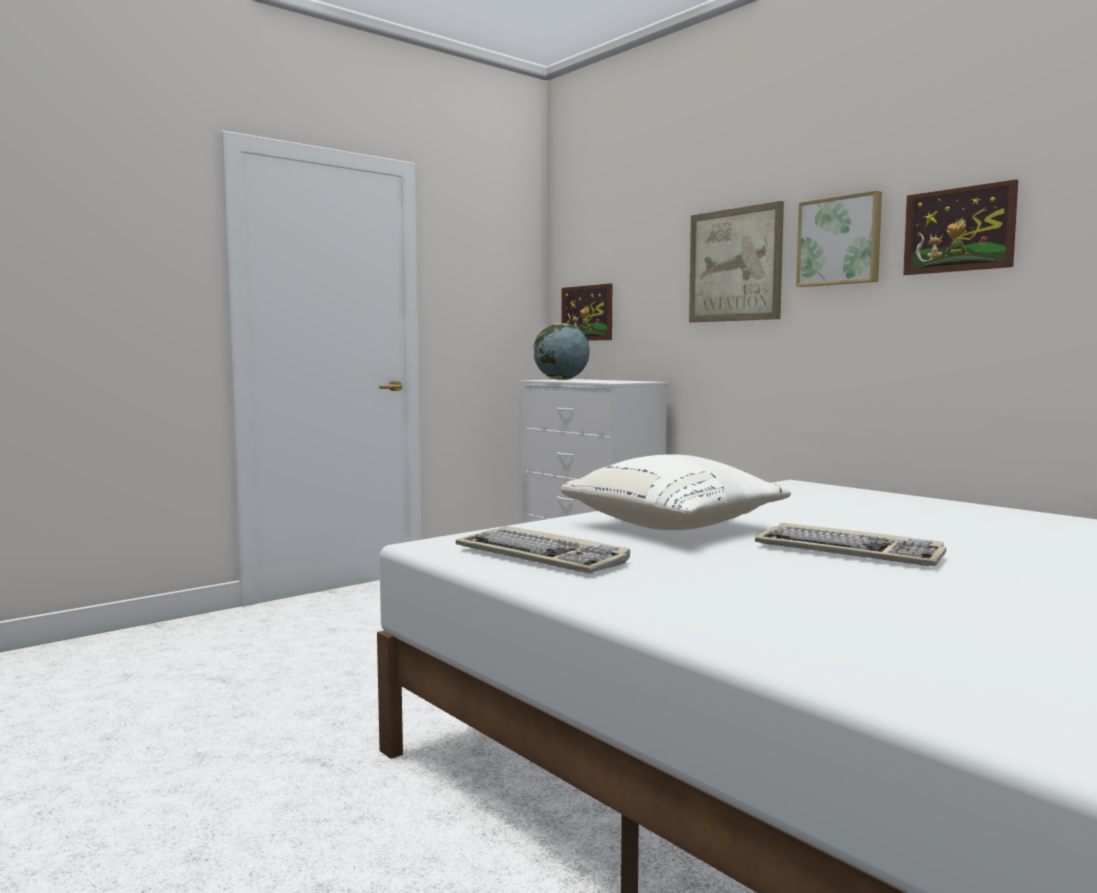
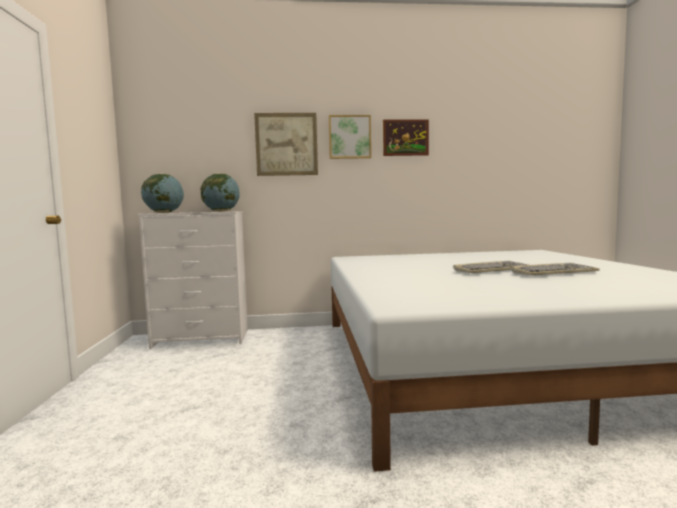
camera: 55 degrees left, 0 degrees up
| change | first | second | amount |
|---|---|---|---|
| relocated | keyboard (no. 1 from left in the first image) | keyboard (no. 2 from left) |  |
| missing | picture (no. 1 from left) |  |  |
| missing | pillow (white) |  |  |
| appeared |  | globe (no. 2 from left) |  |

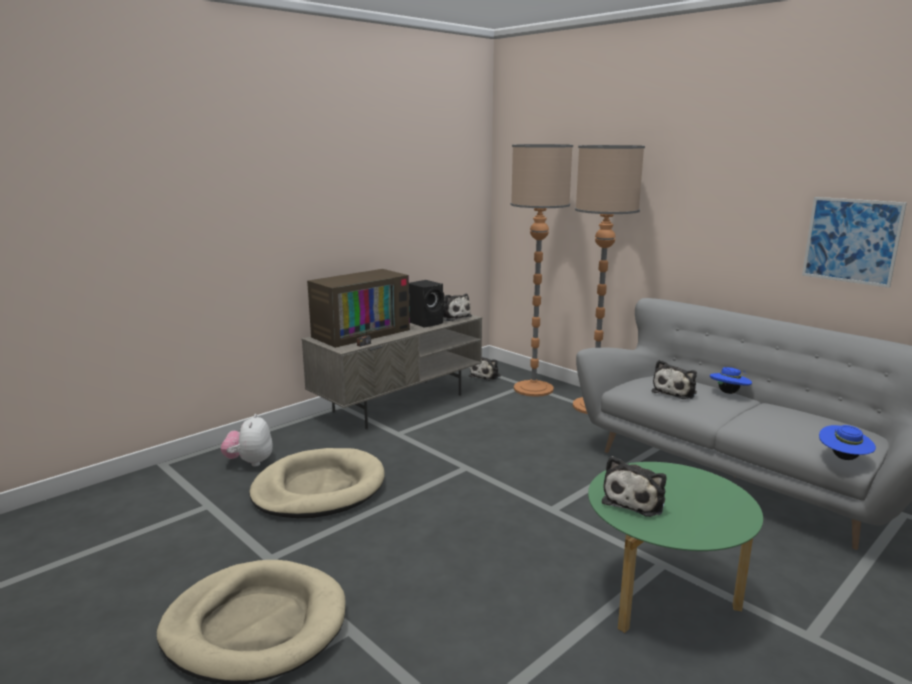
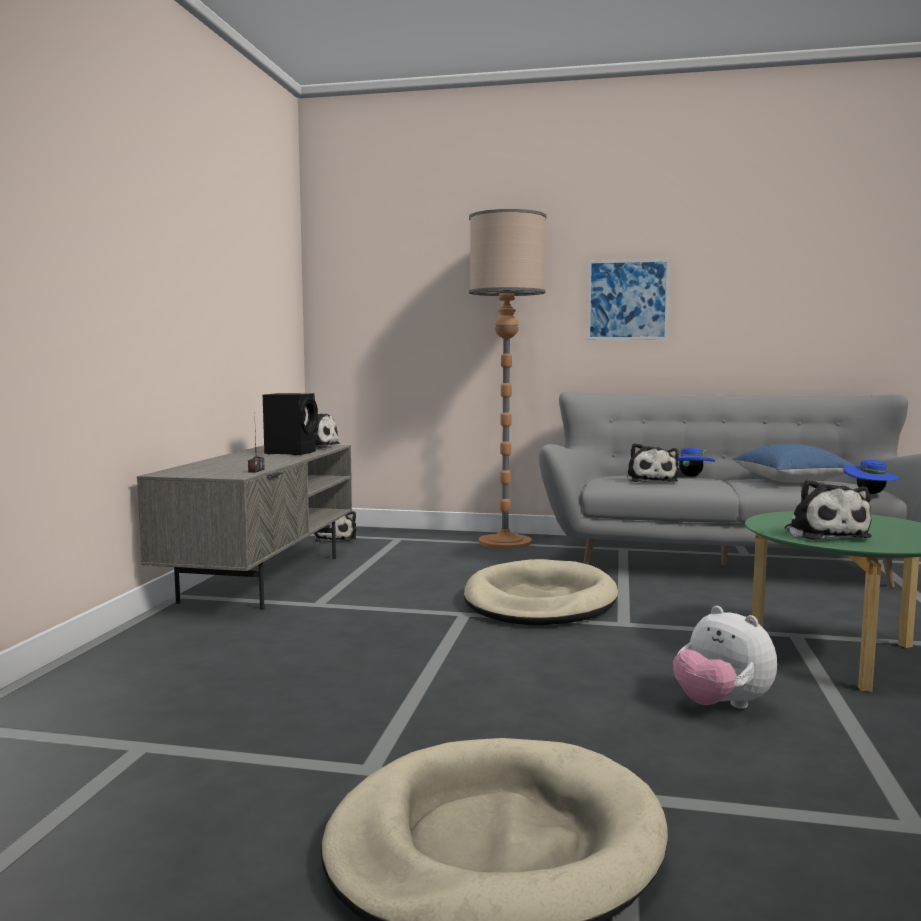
camera: 35 degrees left, 10 degrees down
| change | first | second | amount |
|---|---|---|---|
| relocated | plush toy (no. 1 from left in the first image) | plush toy (no. 4 from left) |  |
| relocated | dog bed (beige) (no. 2 from left) |  |  |
| missing | television |  |  |
| missing | floor lamp (no. 1 from left) |  |  |
| relocated | picture |  |  |
| appeared |  | pillow (blue) |  |

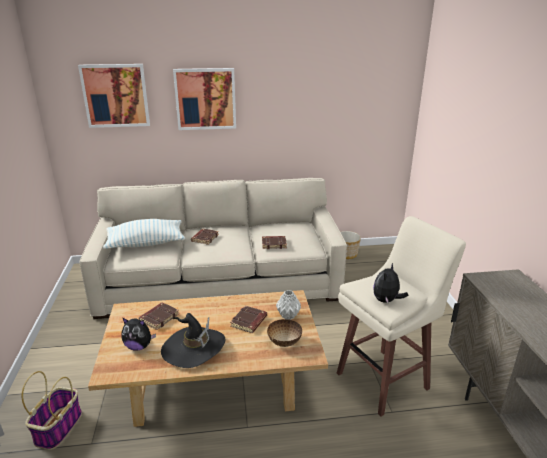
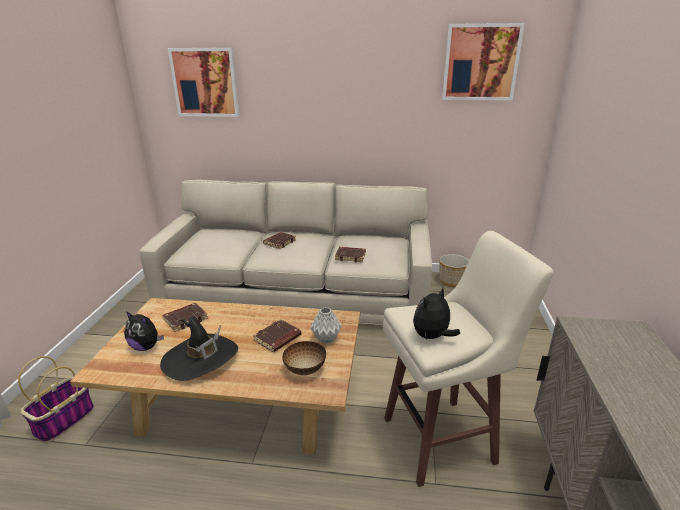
camera: 15 degrees right, 0 degrees up
| change | first | second | amount |
|---|---|---|---|
| missing | pillow |  |  |
| relocated | picture (no. 2 from left) |  |  |

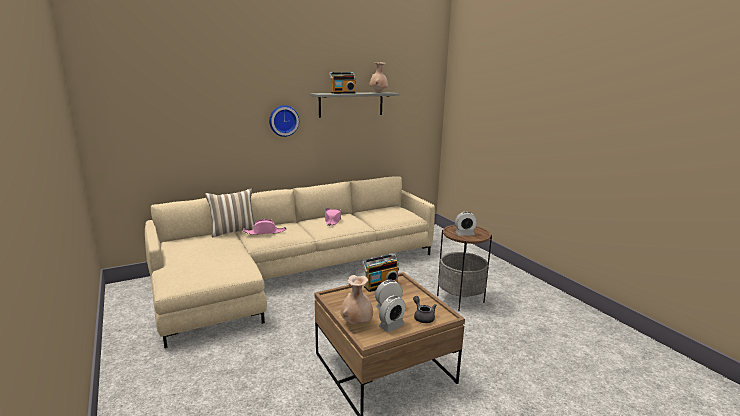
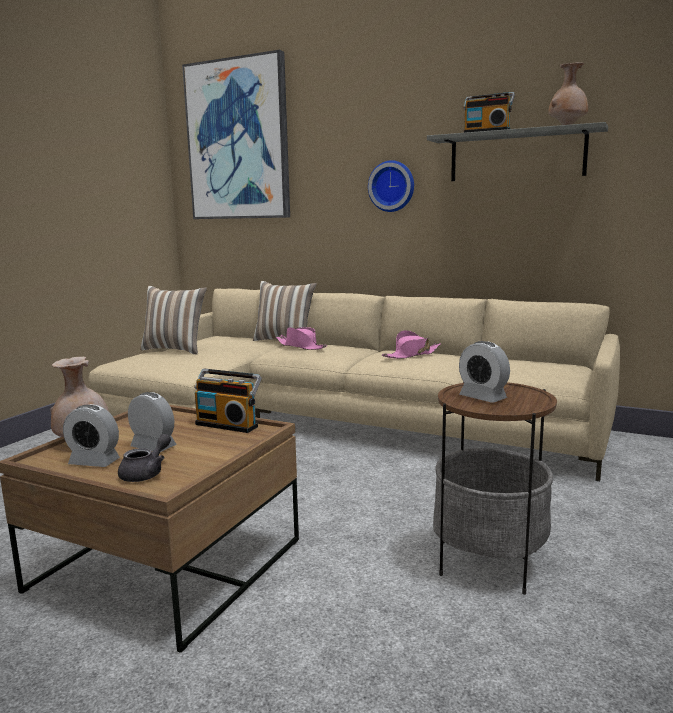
camera: 55 degrees right, 5 degrees down
| change | first | second | amount |
|---|---|---|---|
| appeared |  | pillow (no. 1 from left) |  |
| appeared |  | picture |  |

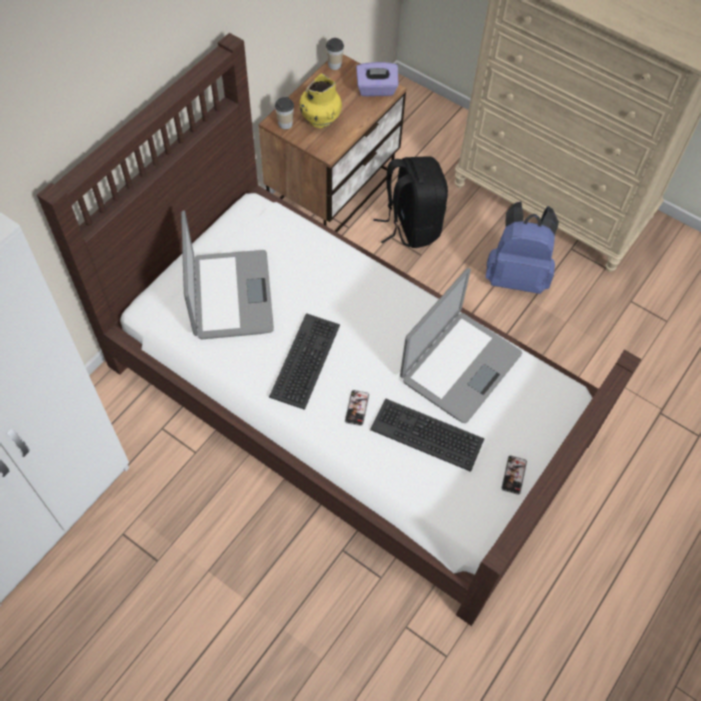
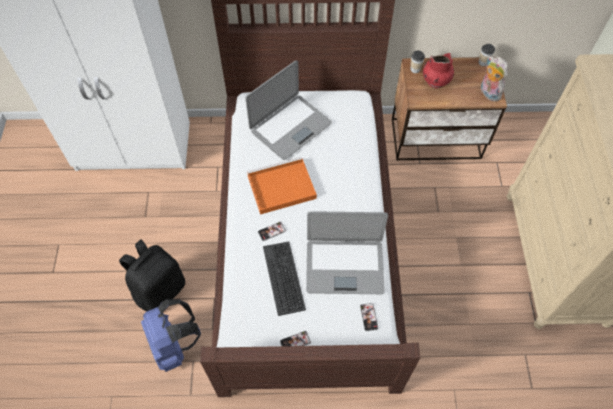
camera: 55 degrees right, 0 degrees up
| change | first | second | amount |
|---|---|---|---|
| exchanged | keyboard (no. 1 from left) | tray (orange) |  |
| colour | vase (yellow) | vase (red) |  |
| exchanged | tissue box (purple) | plush toy |  |
| relocated | backpack (black) |  |  |
| relocated | backpack (blue) |  |  |
| appeared |  | phone (no. 3 from left) |  |

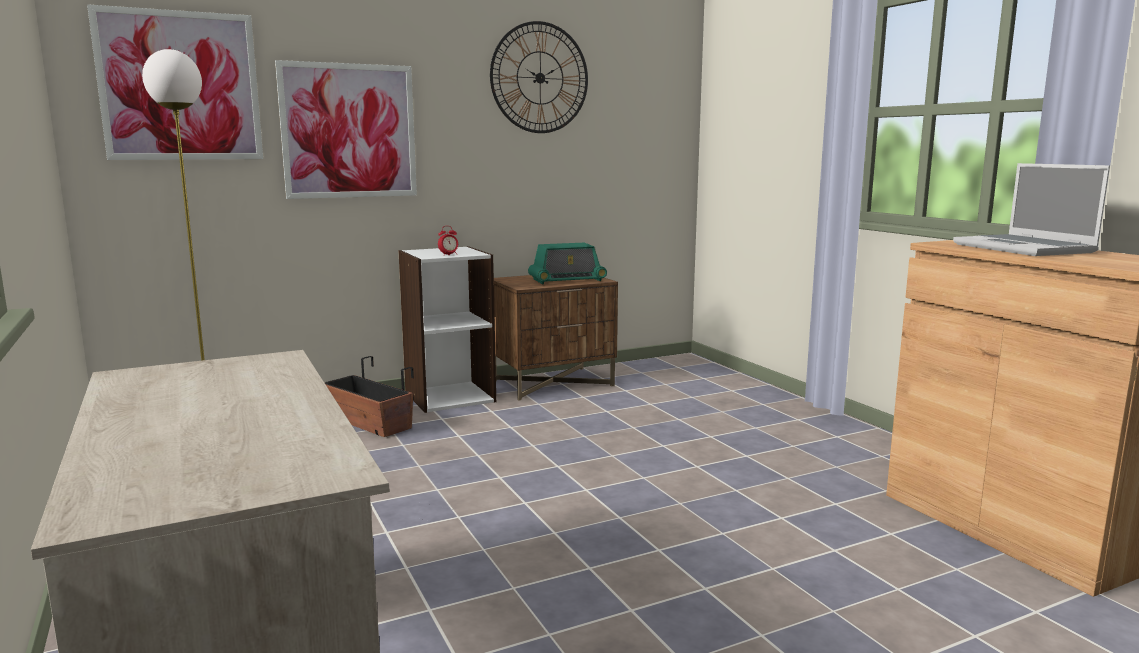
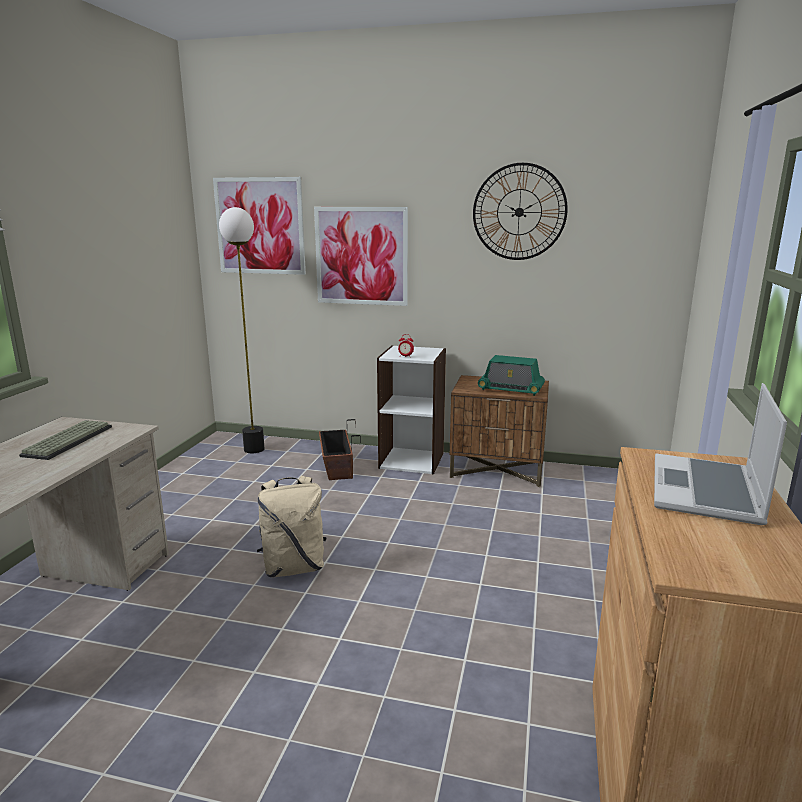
camera: 40 degrees right, 5 degrees up
| change | first | second | amount |
|---|---|---|---|
| appeared |  | keyboard |  |
| appeared |  | backpack (beige) |  |

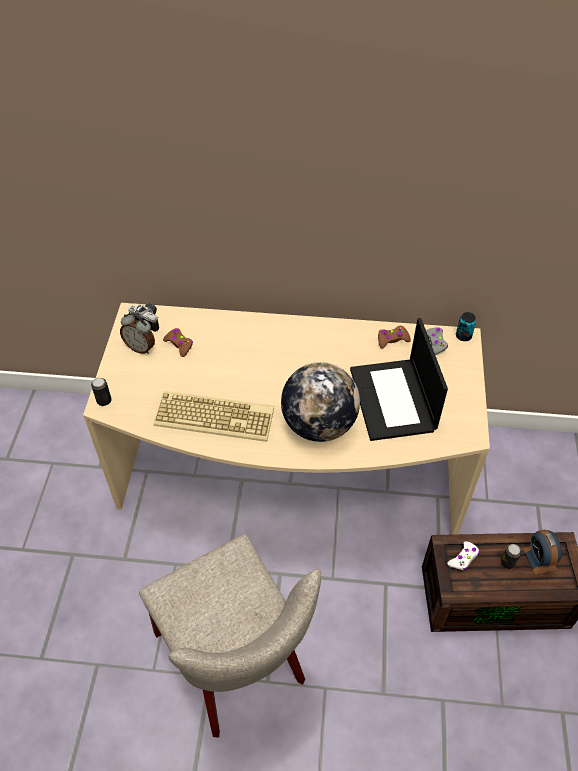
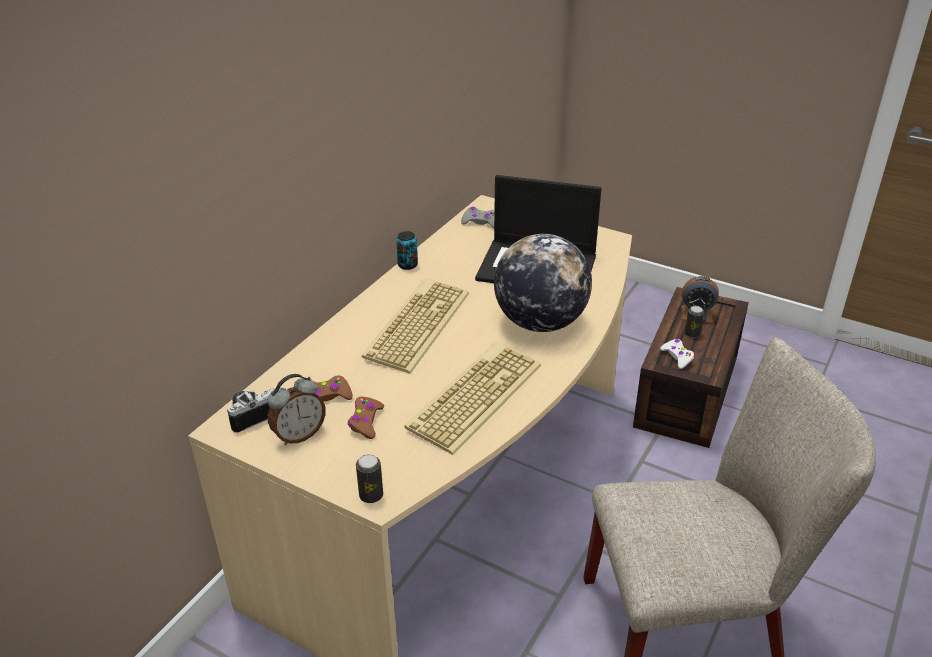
camera: 65 degrees left, 15 degrees down
| change | first | second | amount |
|---|---|---|---|
| relocated | game controller (brown) (no. 2 from left) |  |  |
| relocated | can (no. 2 from left) |  |  |
| appeared |  | keyboard (no. 1 from left) |  |

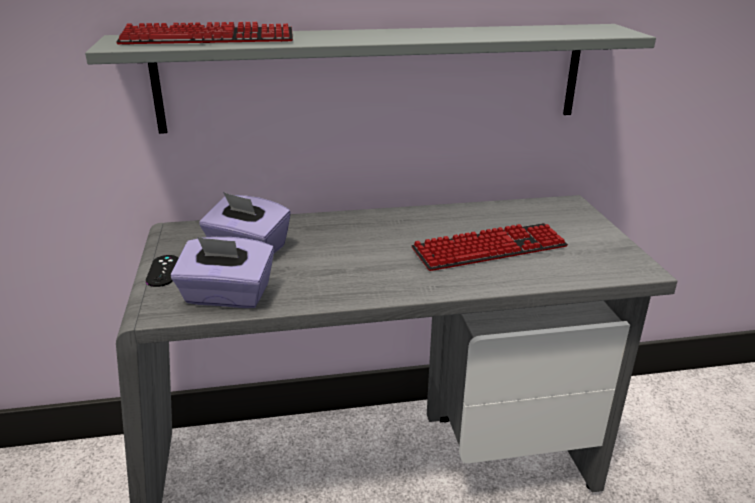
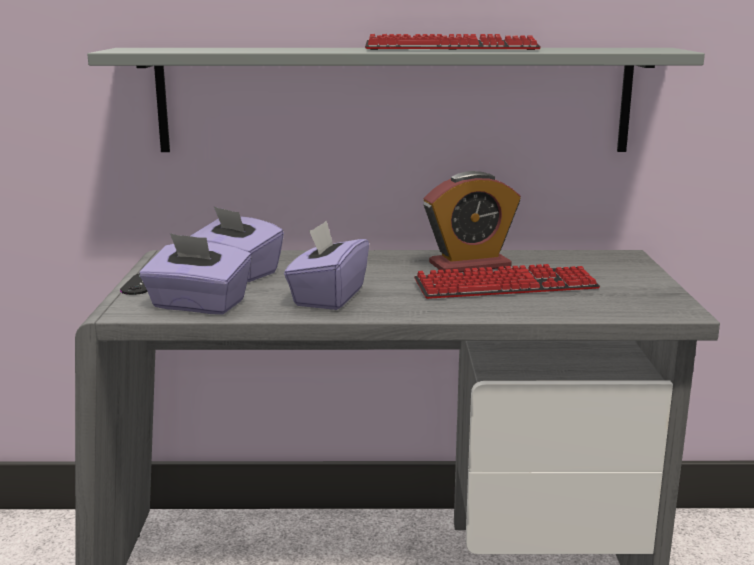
camera: 10 degrees right, 10 degrees down
| change | first | second | amount |
|---|---|---|---|
| relocated | keyboard (no. 1 from left) |  |  |
| appeared |  | tissue box (purple) (no. 3 from left) |  |
| appeared |  | alarm clock |  |

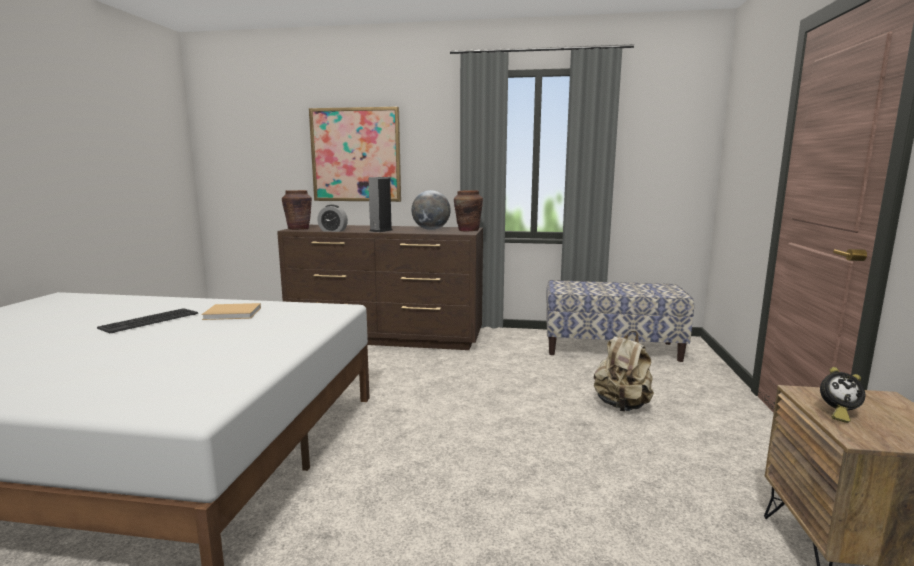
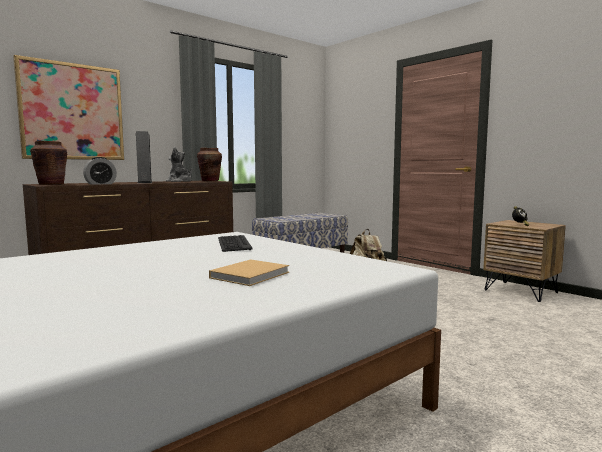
camera: 50 degrees left, 5 degrees down
| change | first | second | amount |
|---|---|---|---|
| relocated | keyboard |  |  |
| relocated | book (beige) |  |  |
| exchanged | globe | plush toy |  |

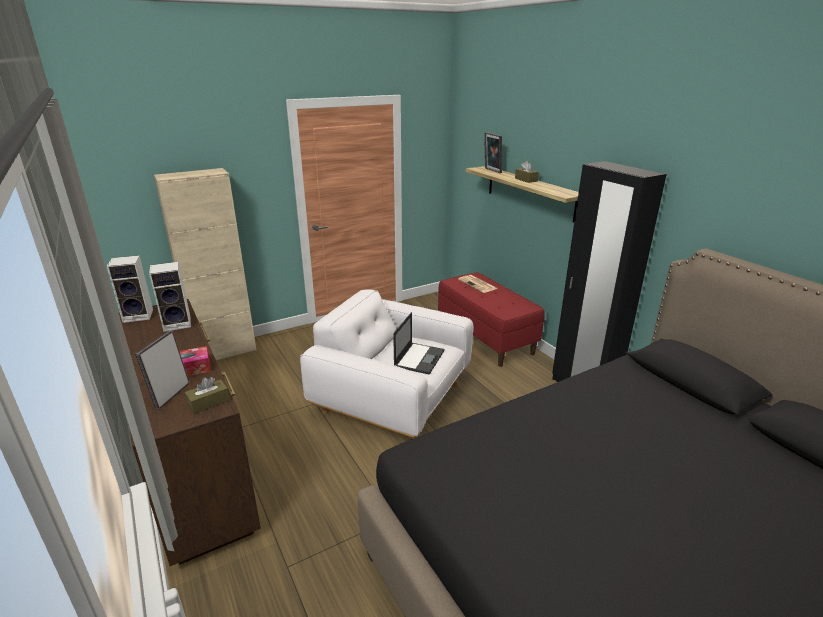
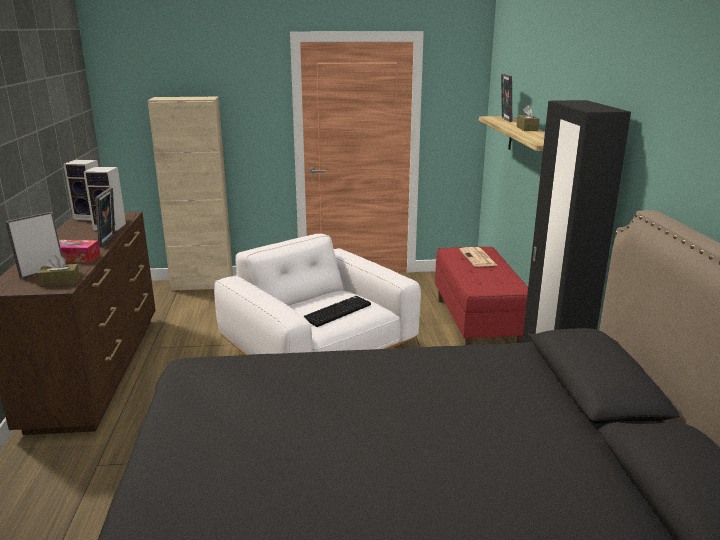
camera: 25 degrees right, 5 degrees down
| change | first | second | amount |
|---|---|---|---|
| exchanged | laptop | keyboard |  |
| appeared |  | picture frame (no. 2 from left) |  |

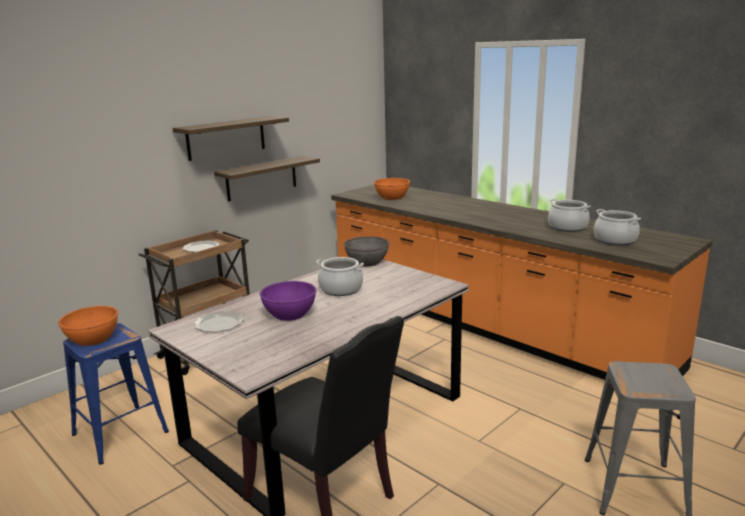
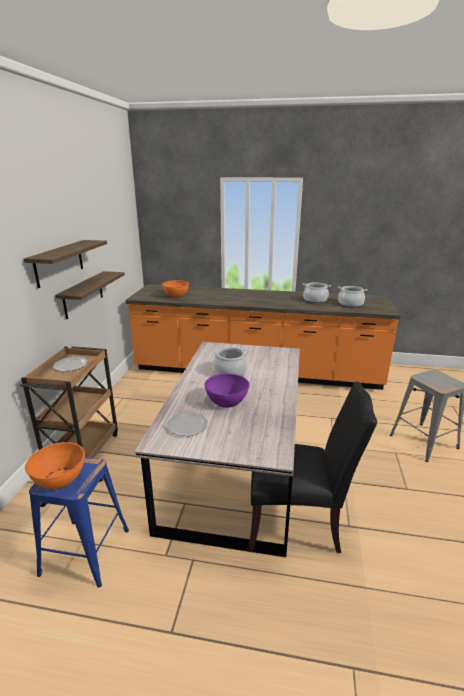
camera: 35 degrees left, 5 degrees up
| change | first | second | amount |
|---|---|---|---|
| missing | bowl (grey) |  |  |

